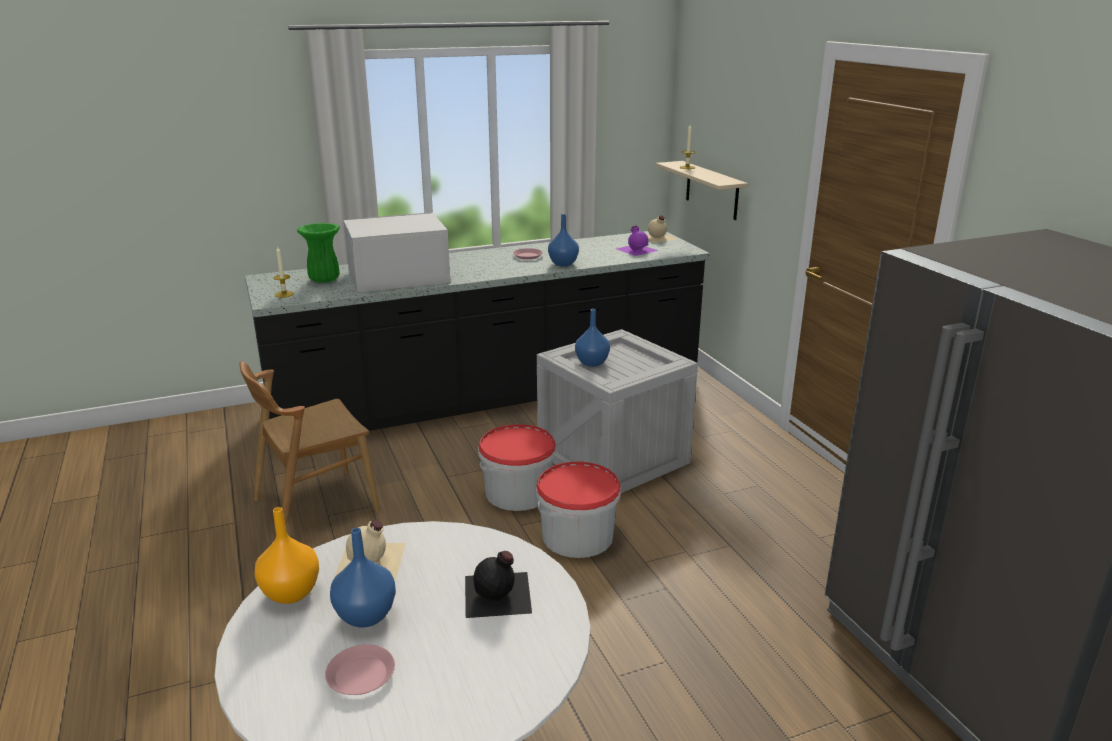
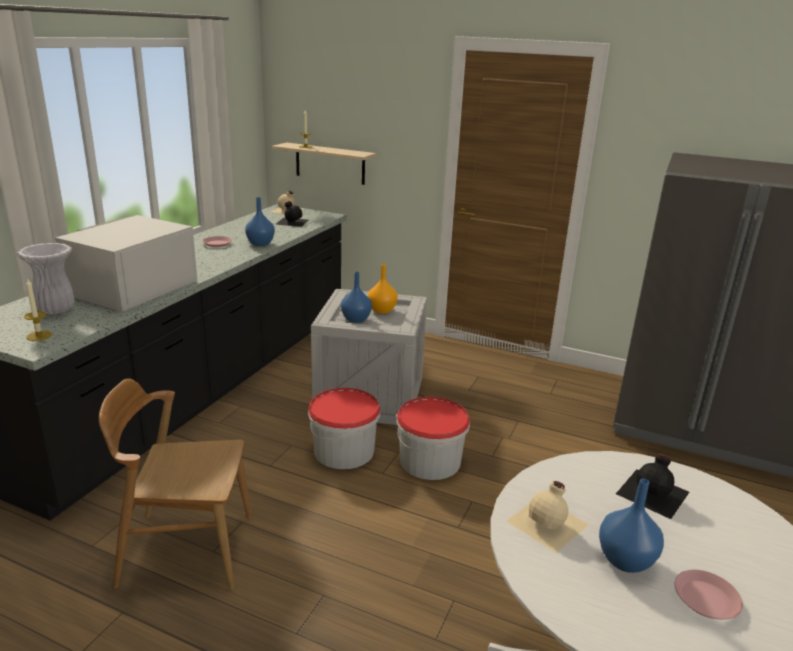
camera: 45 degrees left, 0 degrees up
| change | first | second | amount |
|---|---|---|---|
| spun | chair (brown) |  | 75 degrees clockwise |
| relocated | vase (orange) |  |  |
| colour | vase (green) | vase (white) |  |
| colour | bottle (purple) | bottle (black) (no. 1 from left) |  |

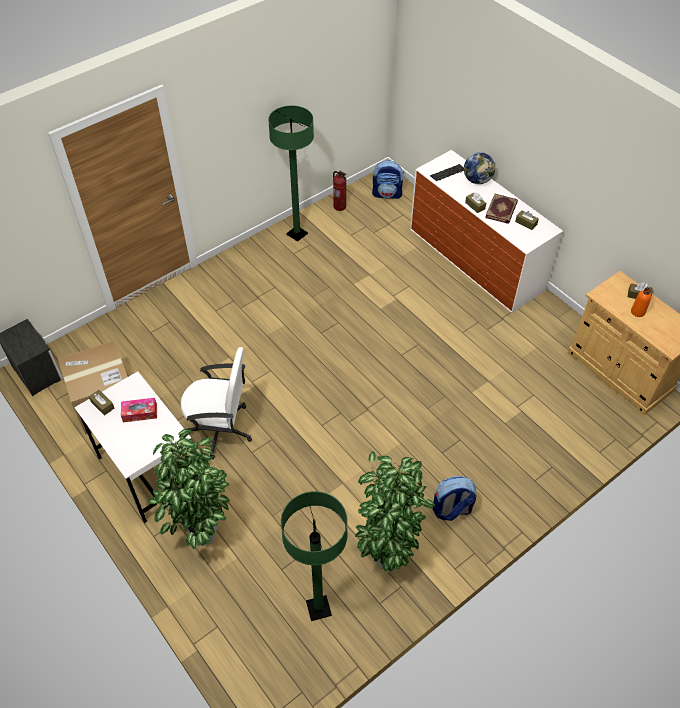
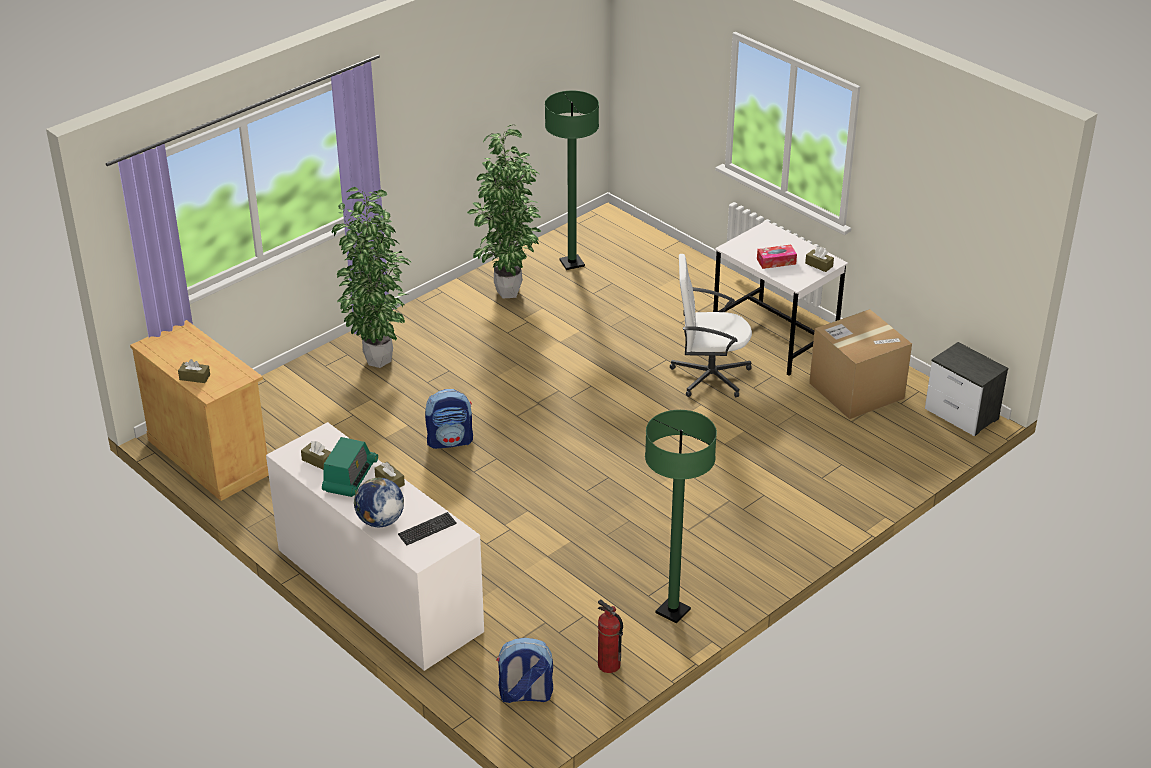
camera: 175 degrees right, 15 degrees down
| change | first | second | amount |
|---|---|---|---|
| relocated | potted plant (no. 1 from left) |  |  |
| relocated | backpack (no. 2 from left in the first image) | backpack (no. 1 from left) |  |
| exchanged | book | radio |  |
| missing | bottle (orange) |  |  |

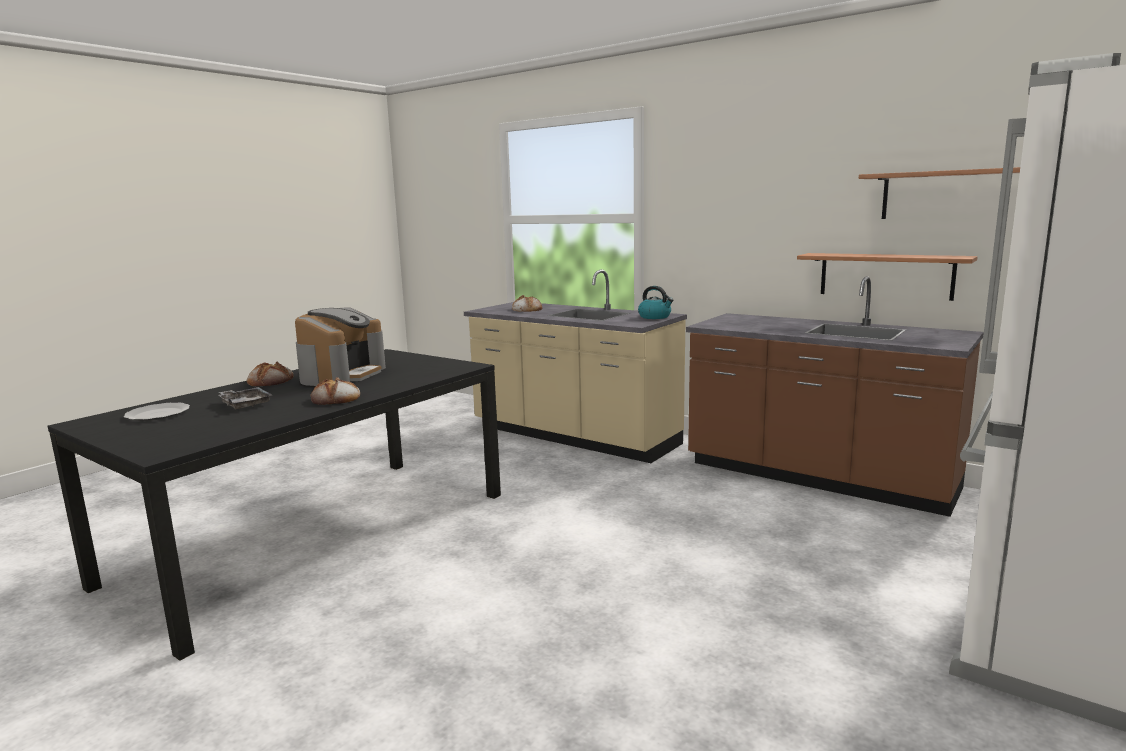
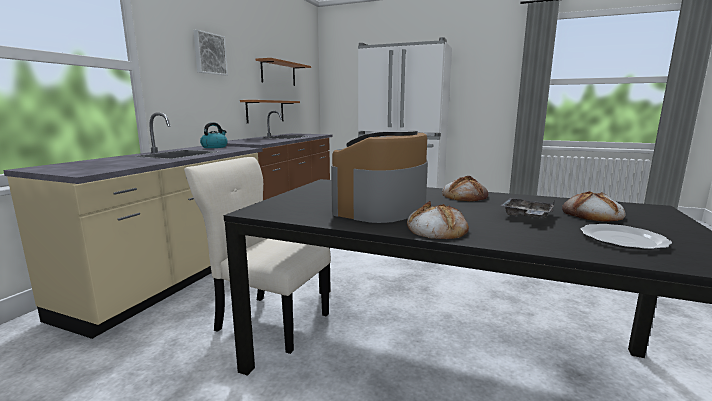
camera: 105 degrees left, 0 degrees up
| change | first | second | amount |
|---|---|---|---|
| spun | coffee machine |  | 60 degrees counterclockwise |
| relocated | bread (no. 3 from left) |  |  |
| appeared |  | chair (beige) |  |
| appeared |  | picture |  |

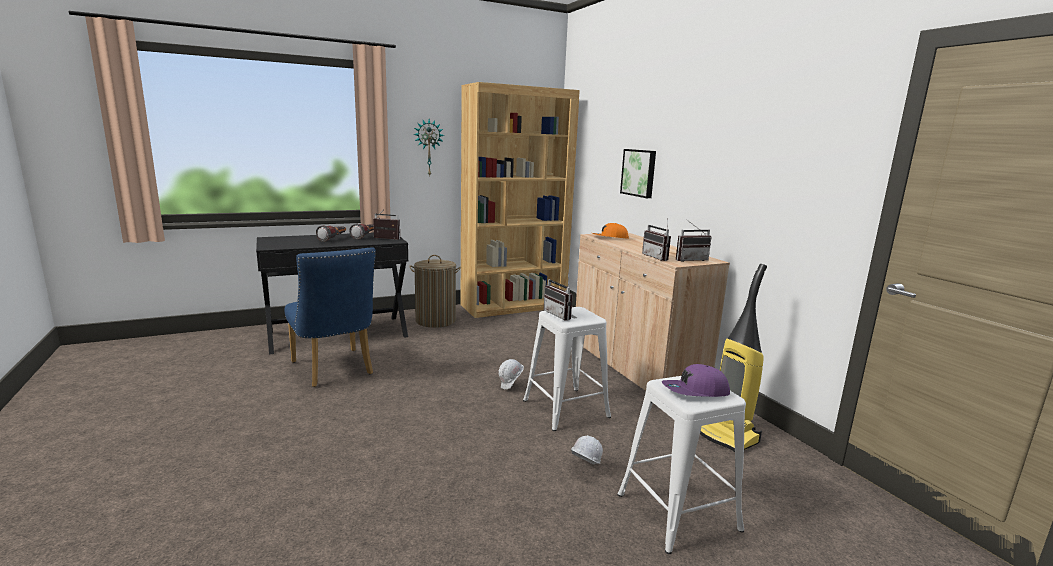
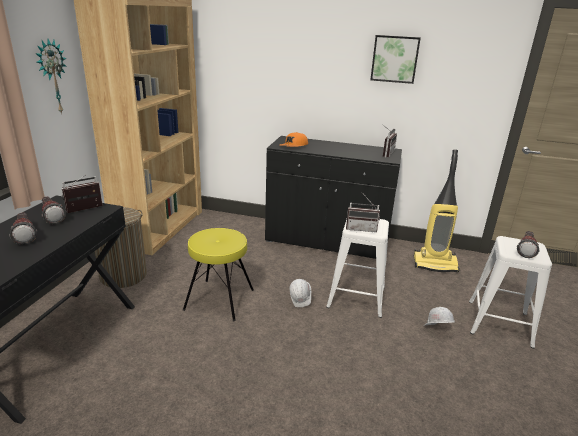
camera: 50 degrees left, 10 degrees up
| change | first | second | amount |
|---|---|---|---|
| missing | chair (blue) |  |  |
| colour | cabinet (beige) | cabinet (black) |  |
| relocated | picture |  |  |
| missing | radio (no. 3 from left) |  |  |
| exchanged | cap (purple) | flashlight (no. 3 from left) |  |
| appeared |  | stool (yellow) |  |

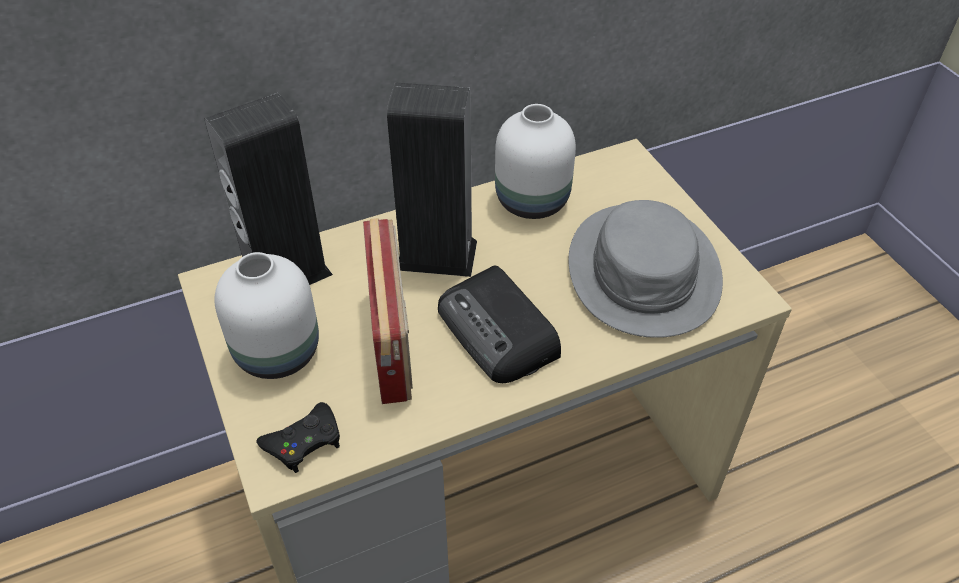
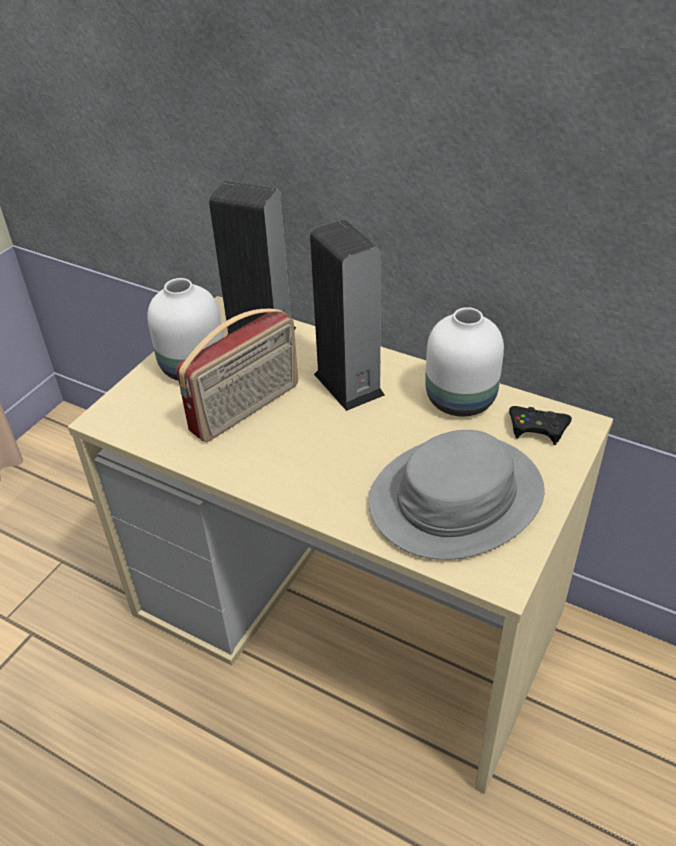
camera: 55 degrees right, 5 degrees down
| change | first | second | amount |
|---|---|---|---|
| relocated | game controller (black) |  |  |
| missing | radio (no. 2 from left) |  |  |

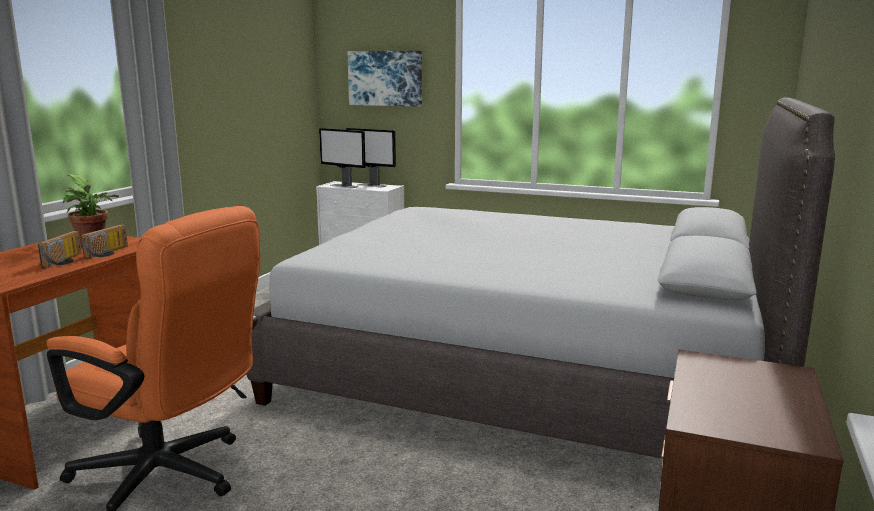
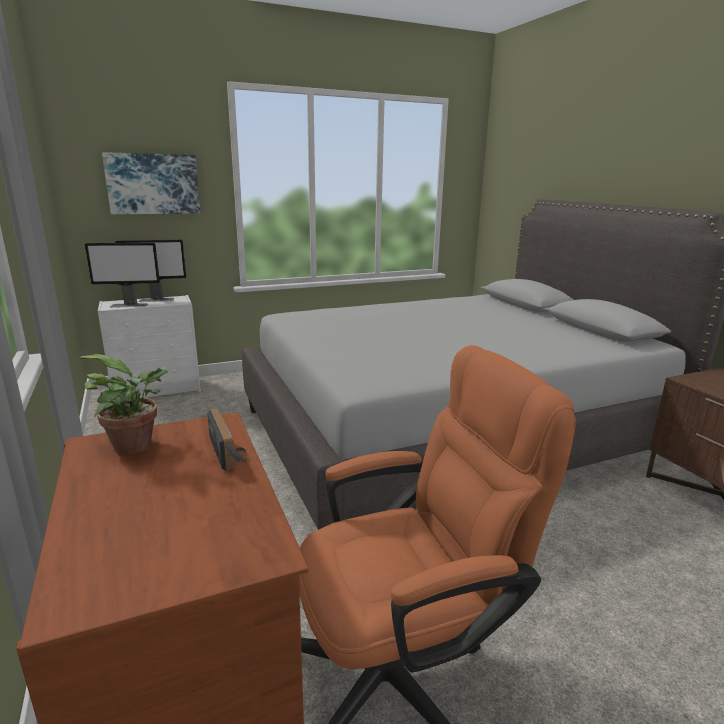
camera: 45 degrees left, 5 degrees up
| change | first | second | amount |
|---|---|---|---|
| missing | radio (no. 1 from left) |  |  |

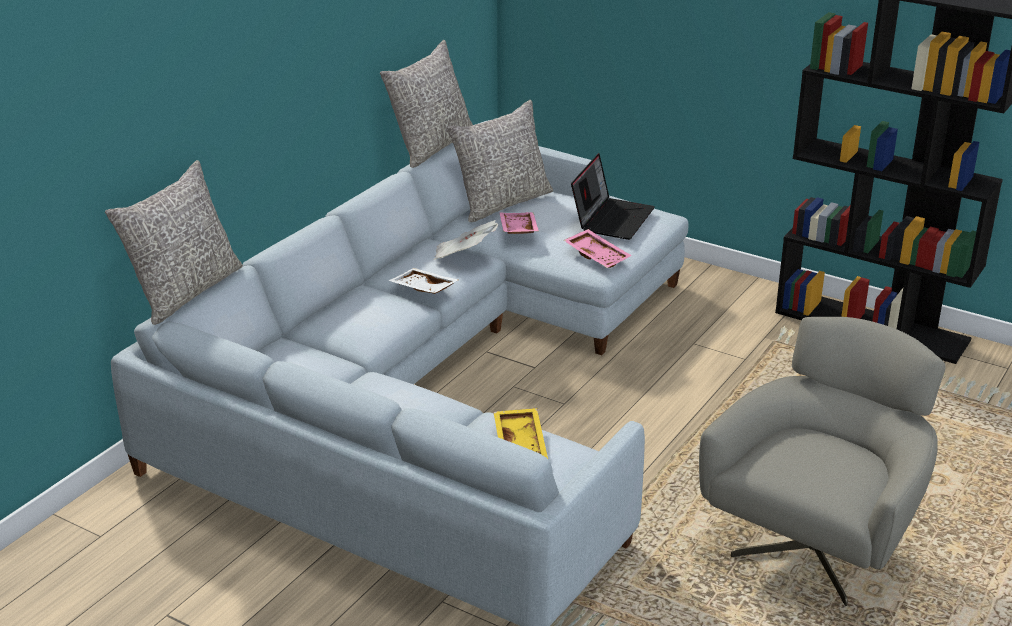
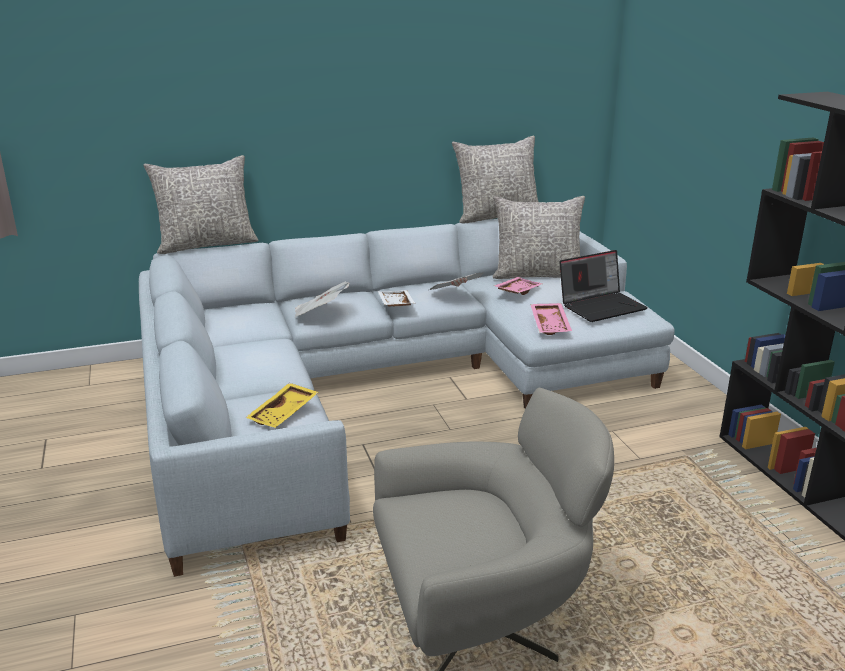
camera: 40 degrees right, 5 degrees down
| change | first | second | amount |
|---|---|---|---|
| appeared |  | newspaper (no. 1 from left) |  |

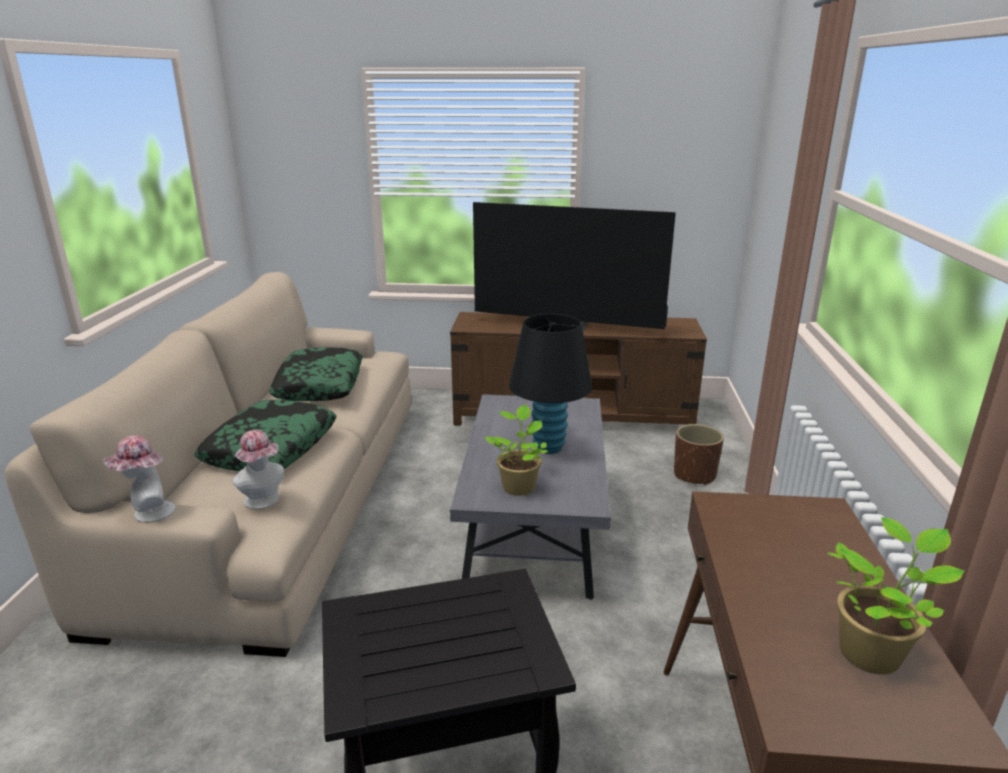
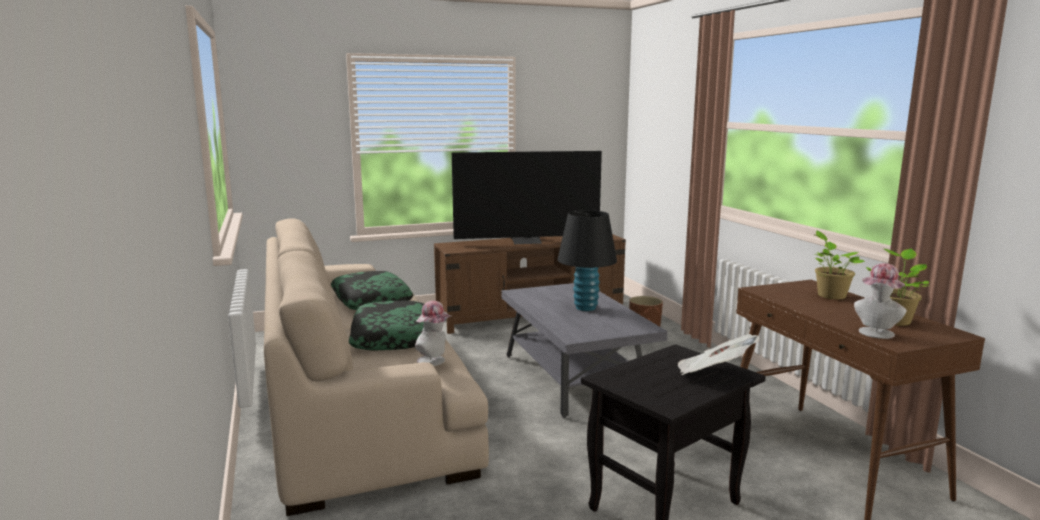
camera: 25 degrees left, 10 degrees down
| change | first | second | amount |
|---|---|---|---|
| relocated | hat (no. 1 from left in the first image) | hat (no. 2 from left) |  |
| relocated | potted plant (no. 1 from left) |  |  |
| appeared |  | newspaper |  |

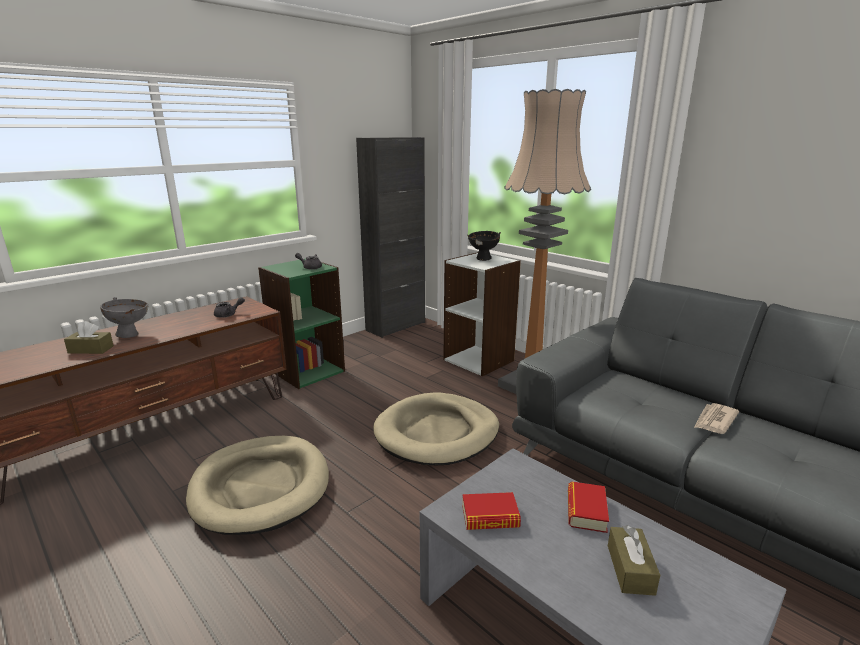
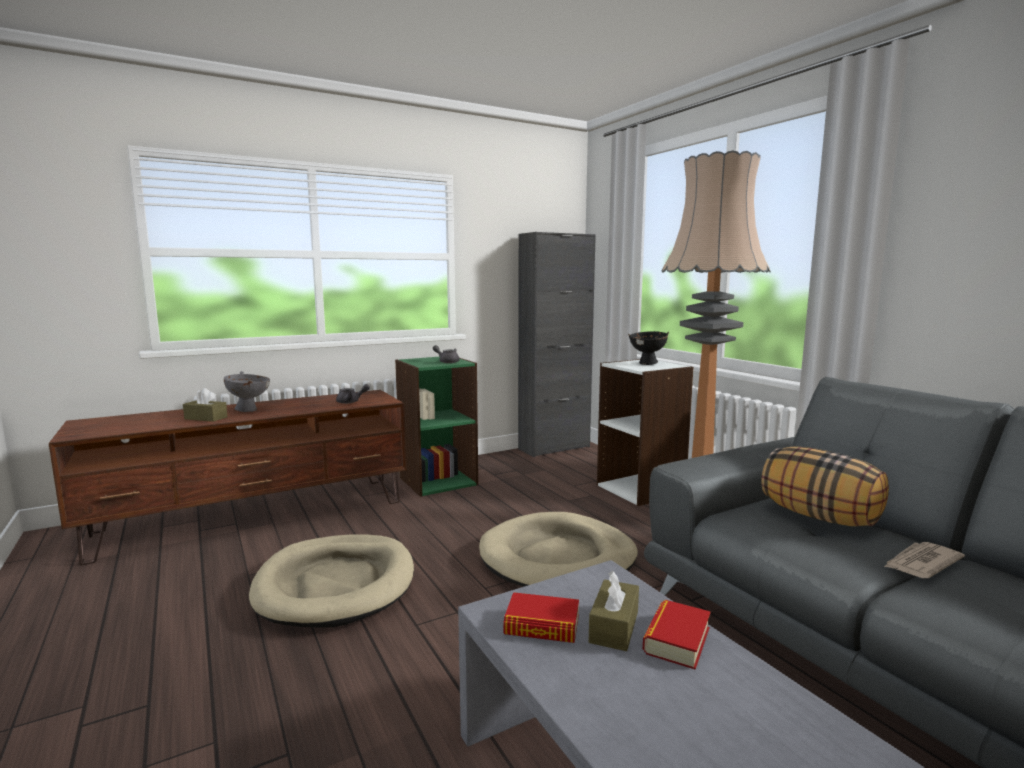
camera: 15 degrees right, 10 degrees down
| change | first | second | amount |
|---|---|---|---|
| relocated | tissue box (brown) (no. 2 from left) |  |  |
| appeared |  | pillow |  |

